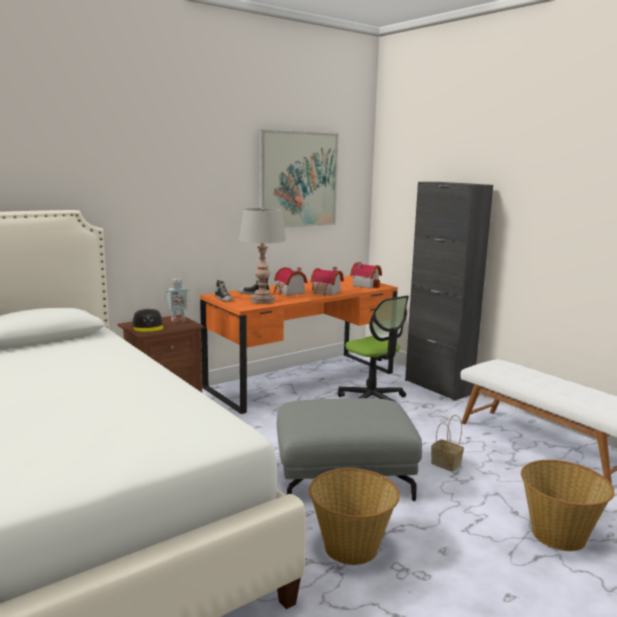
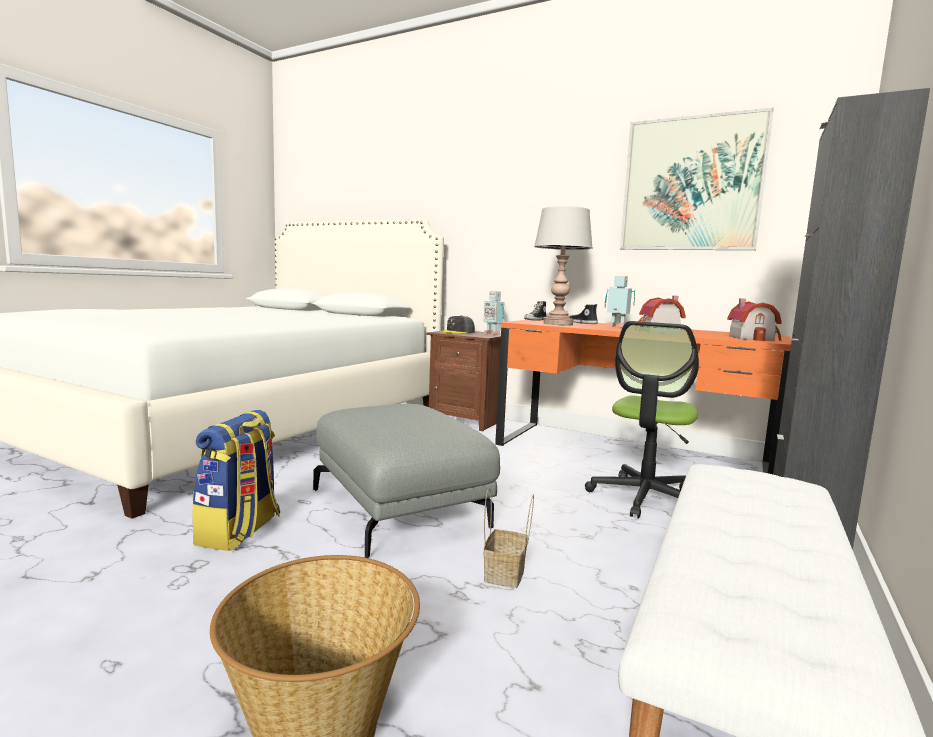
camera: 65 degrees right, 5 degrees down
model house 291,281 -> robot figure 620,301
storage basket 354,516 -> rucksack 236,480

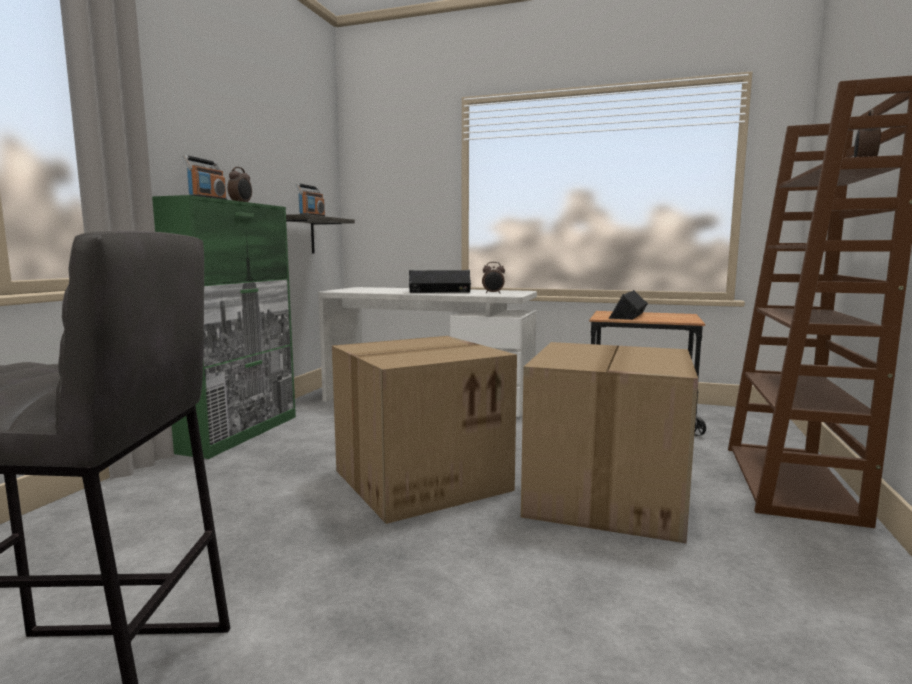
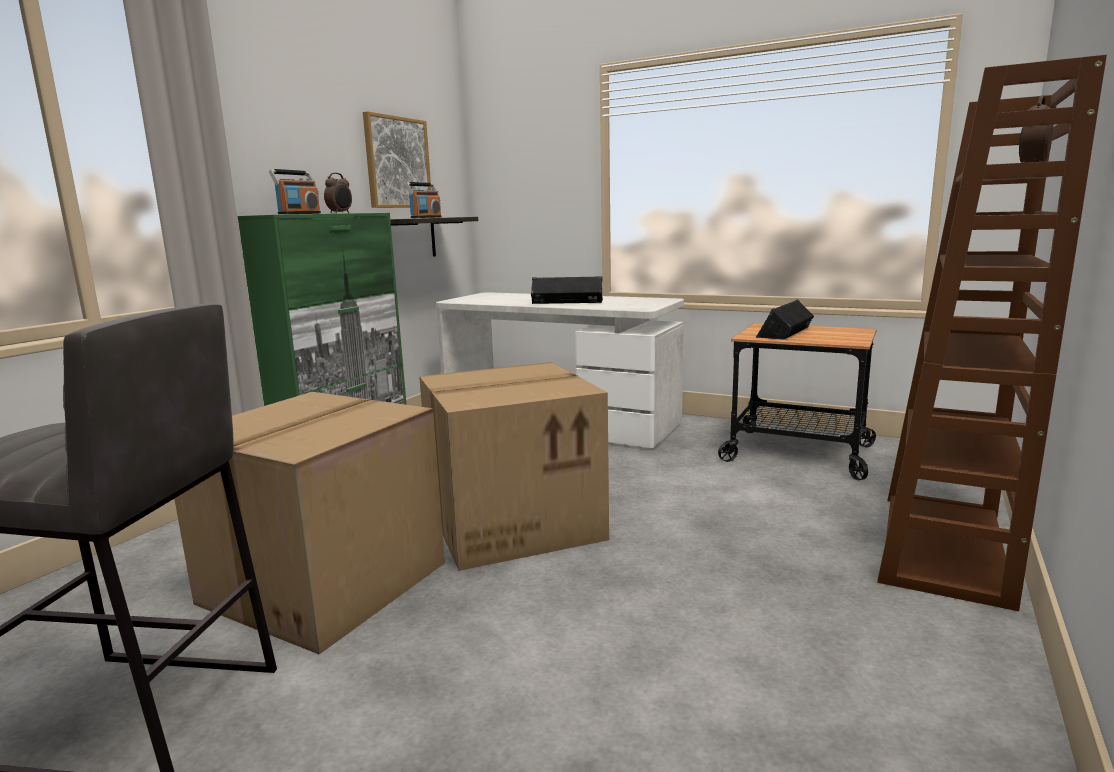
camera: 10 degrees right, 5 degrees up
bedside clock 493,277 -> none
none -> wall picture 397,159
cardboard box 609,443 -> cardboard box 309,523, shifted

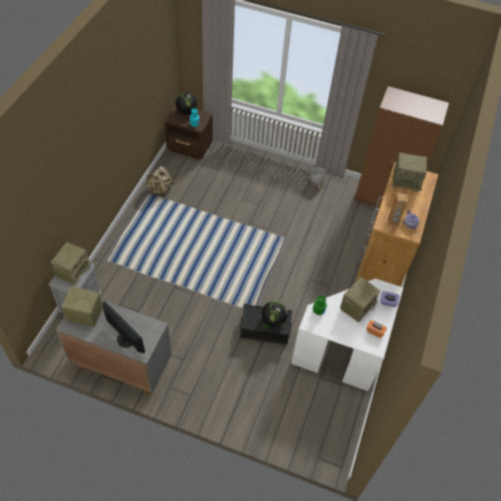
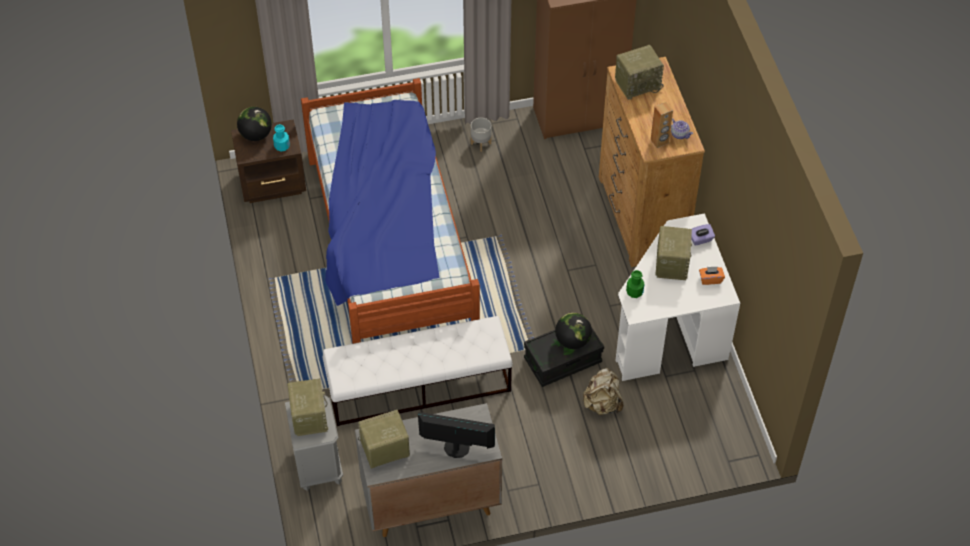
camera: 30 degrees left, 0 degrees up
none -> sleeping bed 390,211
none -> long seat/white 418,371
rucksack/sand-coloured 160,182 -> rucksack/sand-coloured 603,391, shifted

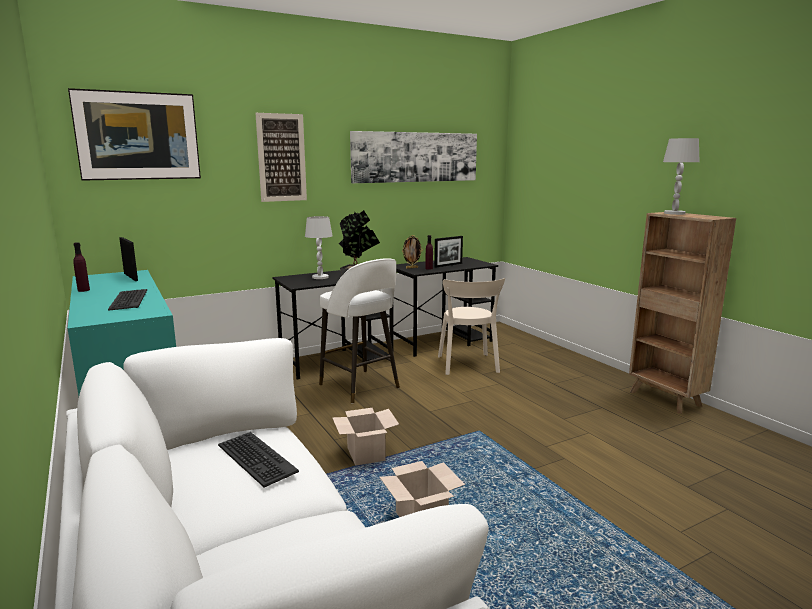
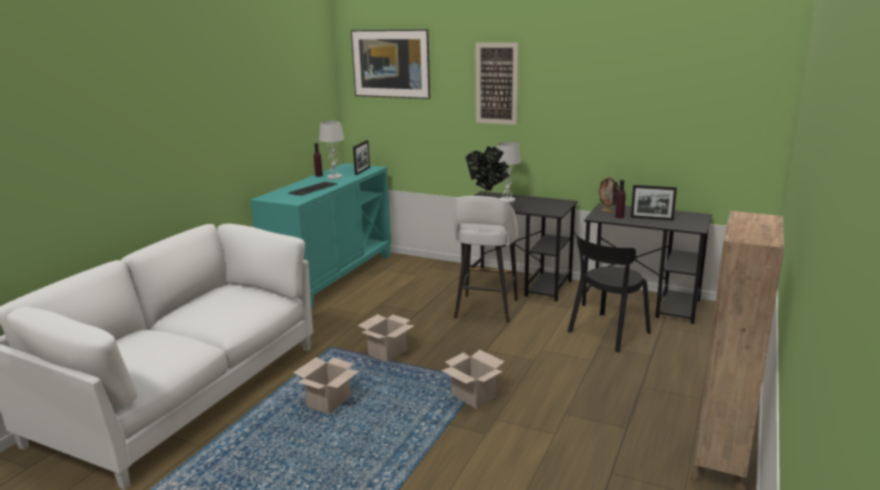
camera: 55 degrees right, 5 degrees up
computer keyboard 258,459 -> none
wall picture 413,157 -> none
none -> cardboard box 473,379
lamp for a table/white 681,176 -> lamp for a table/white 331,150, shifted
chair/sand-coloured 471,326 -> chair/blackish 609,292

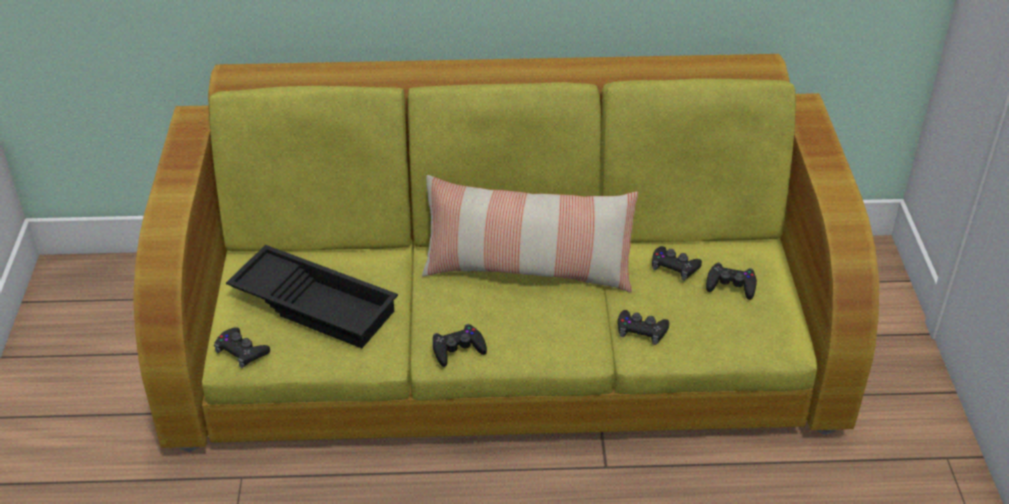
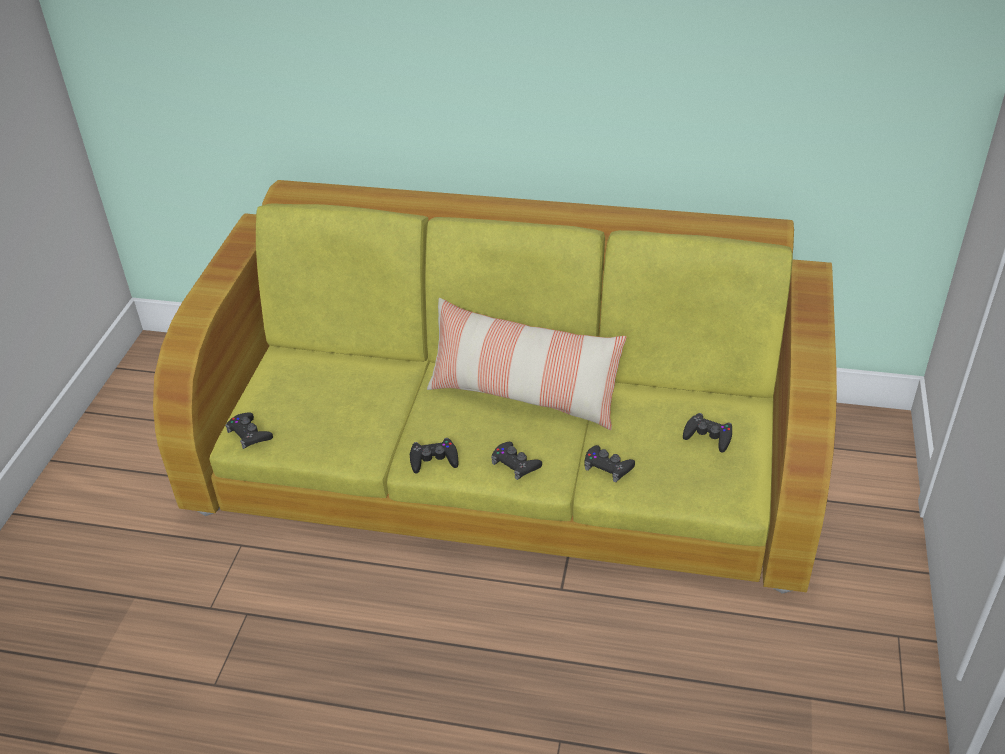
camera: 15 degrees right, 0 degrees up
serving tray/blackish 312,296 -> none
gamepad/blackish 677,263 -> gamepad/blackish 516,461, shifted

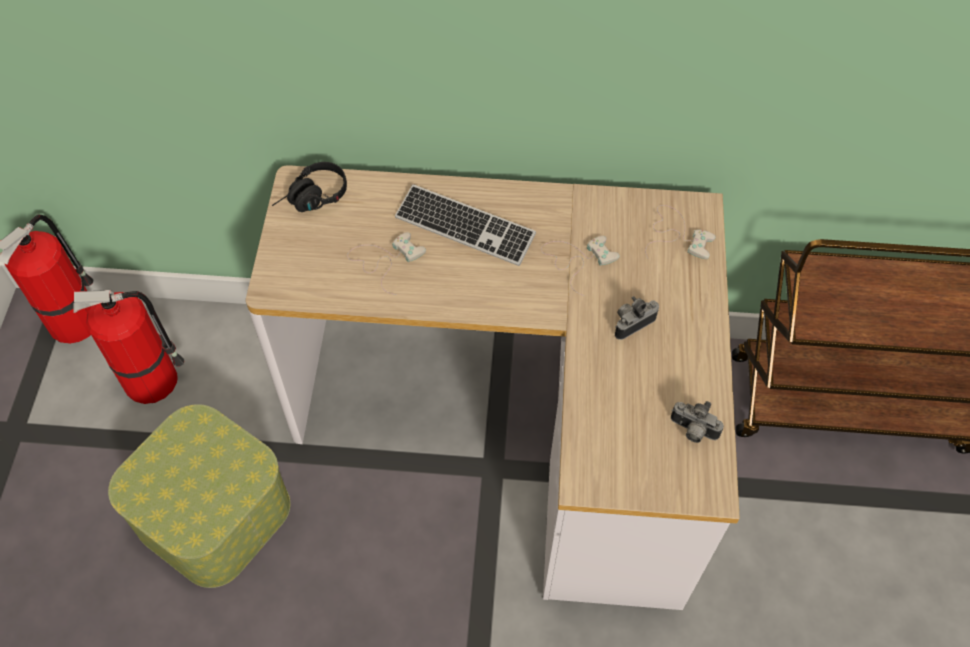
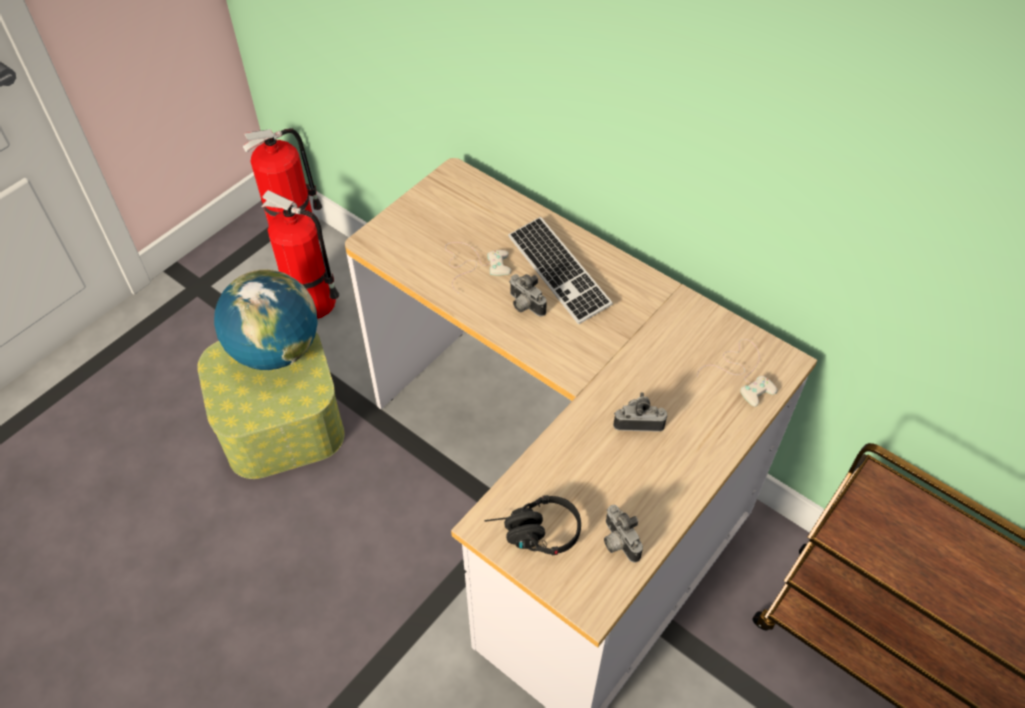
camera: 35 degrees right, 5 degrees down
gamepad/white 580,266 -> none
none -> world globe 266,319
none -> still camera 528,295
headset/blackish 309,187 -> headset/blackish 532,525, shifted

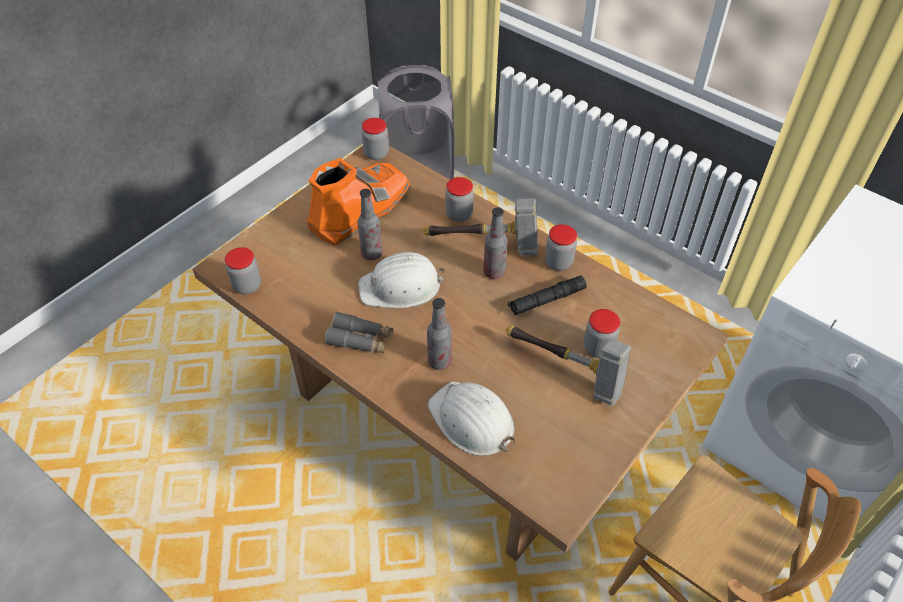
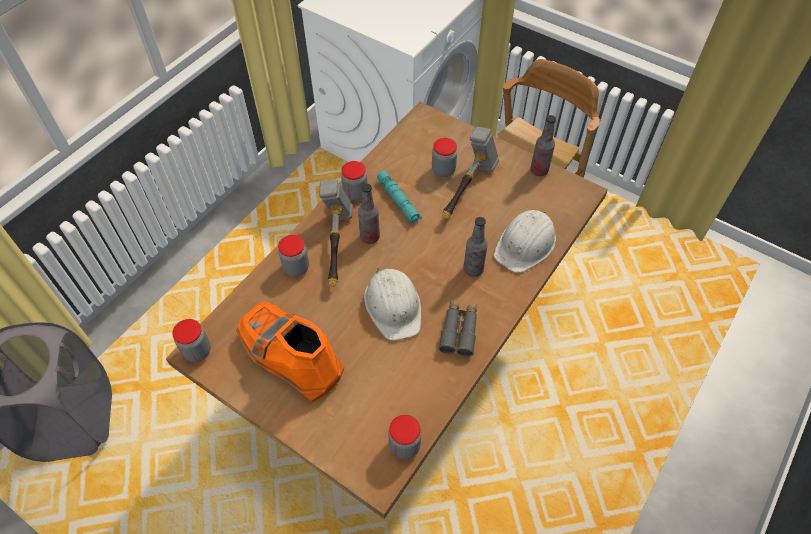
camera: 95 degrees left, 5 degrees up
bottle 370,224 -> bottle 543,145, shifted
hand torch/blackish 547,295 -> hand torch/blue-green 399,197

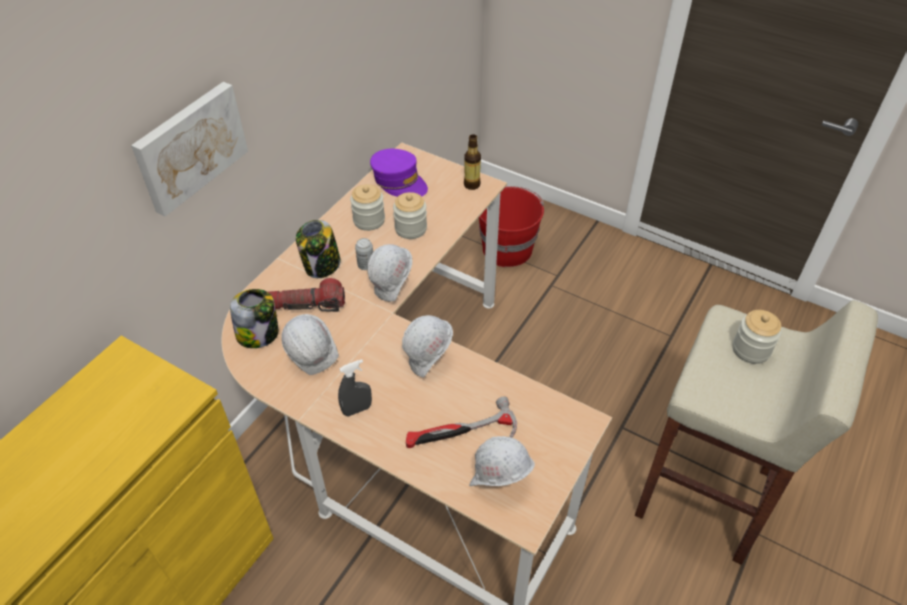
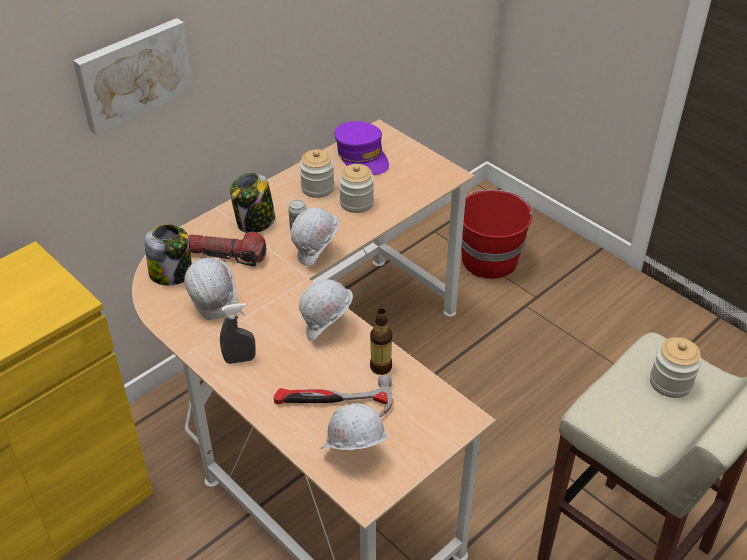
camera: 15 degrees right, 5 degrees down
bottle 472,162 -> bottle 381,341, shifted

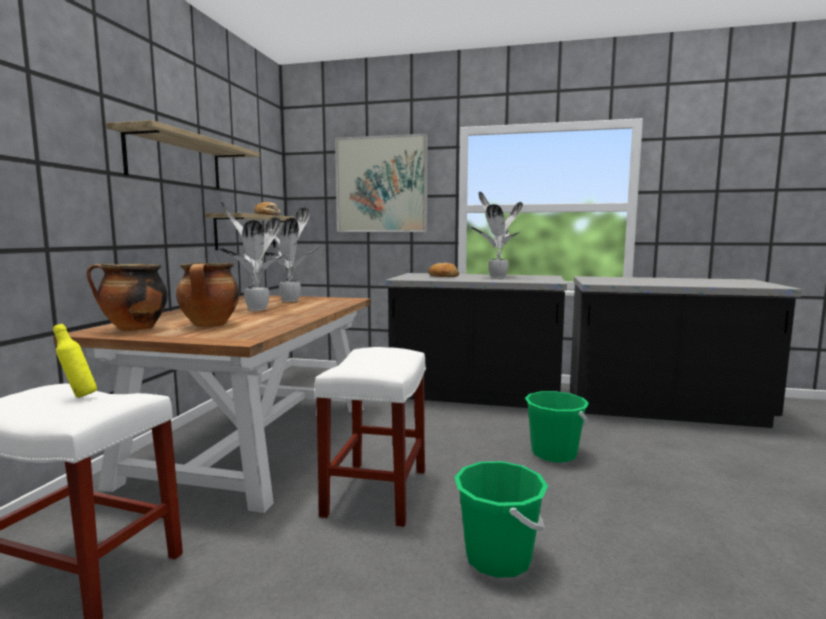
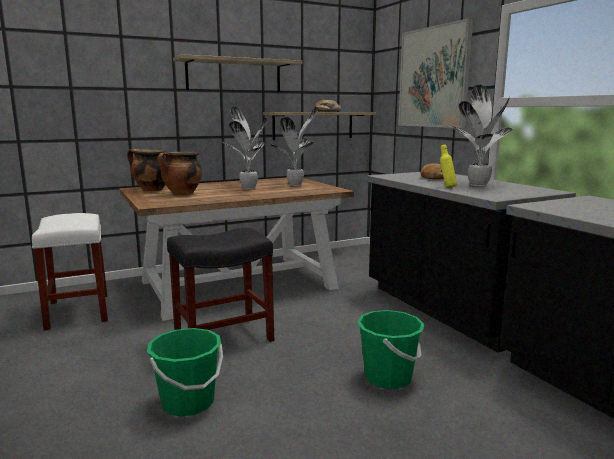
camera: 50 degrees right, 5 degrees up
bottle/yellowish 75,361 -> bottle/yellowish 448,166, shifted
sitting stool/white 370,437 -> sitting stool/blackish 220,285

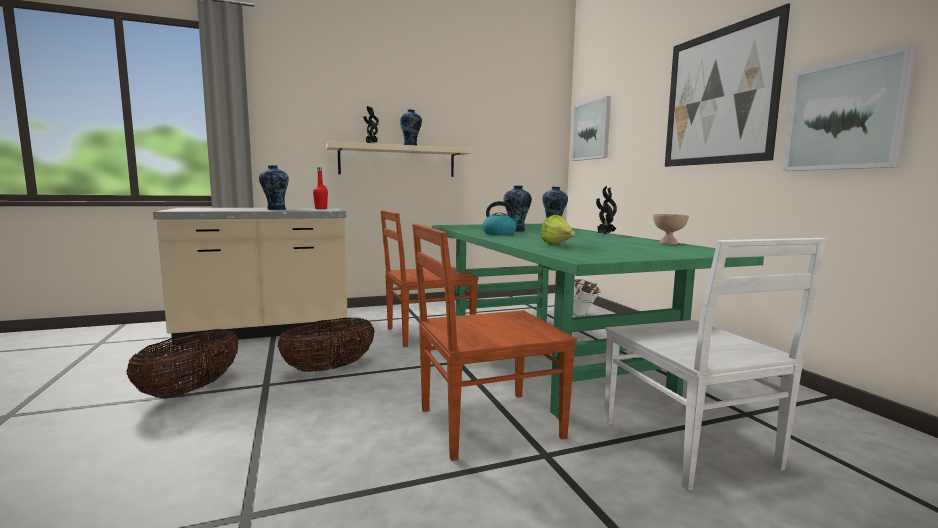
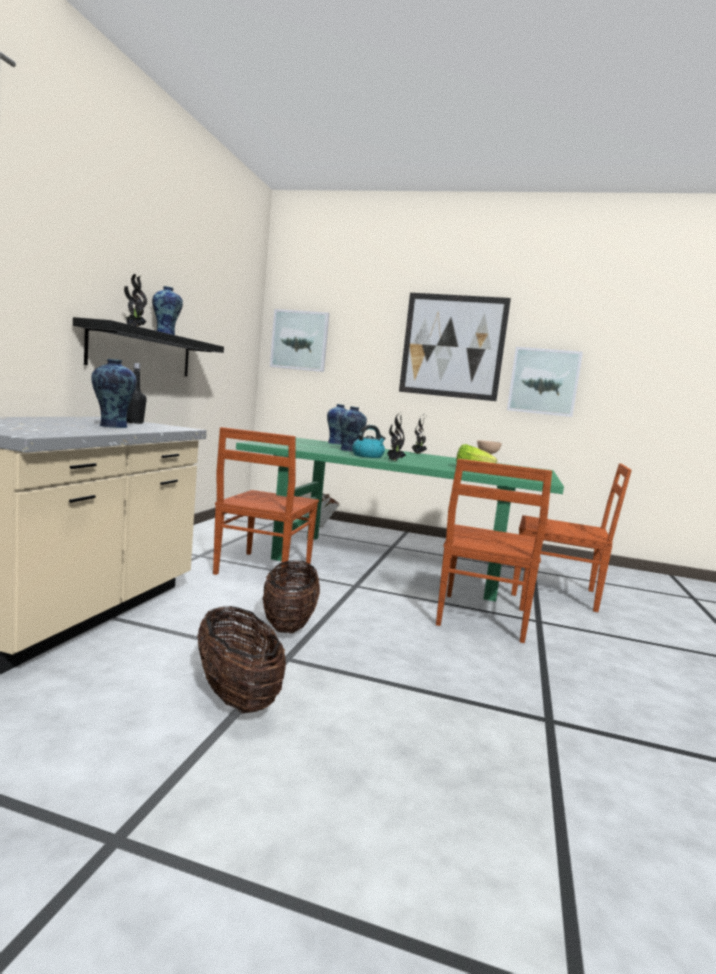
camera: 55 degrees left, 0 degrees up
none -> houseplant 396,437
bottle/red-coloured 320,188 -> bottle/blackish 137,393
bracket shelf/sand-coloured 399,159 -> bracket shelf/blackish 148,347
chair/white 715,364 -> chair/brown-coloured 571,537

